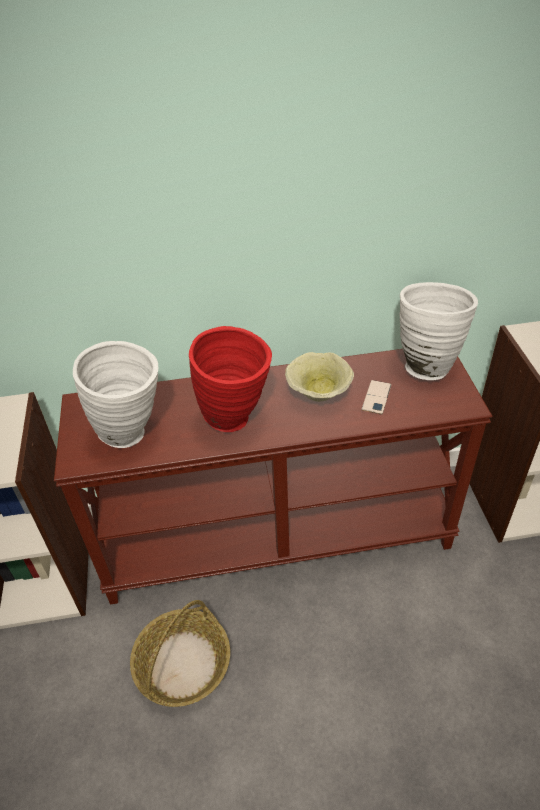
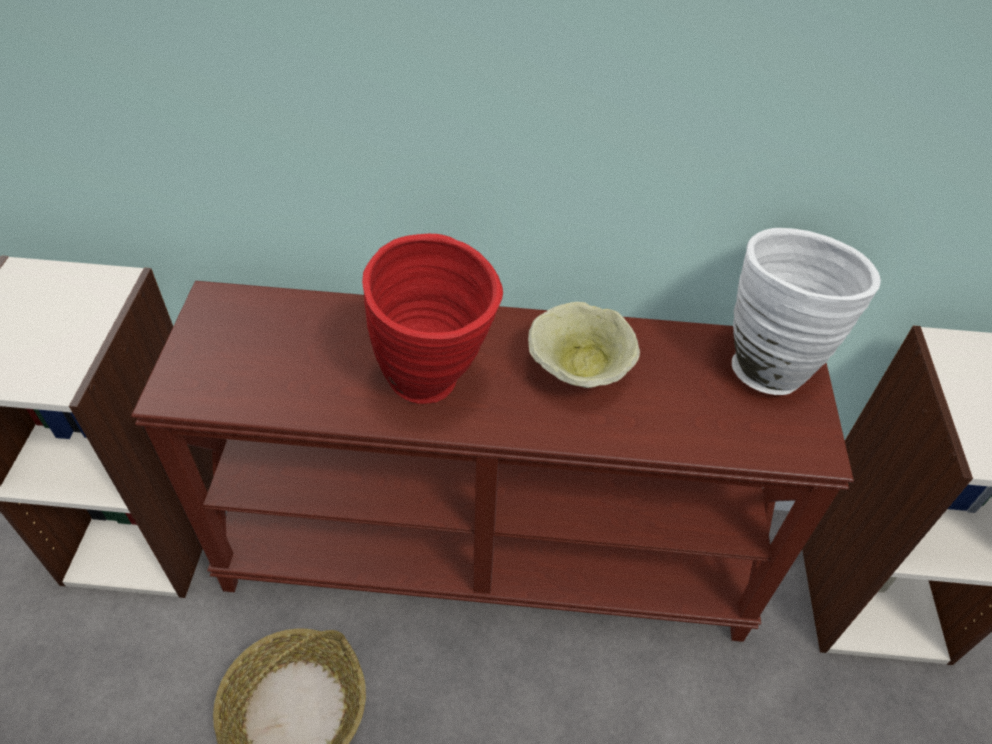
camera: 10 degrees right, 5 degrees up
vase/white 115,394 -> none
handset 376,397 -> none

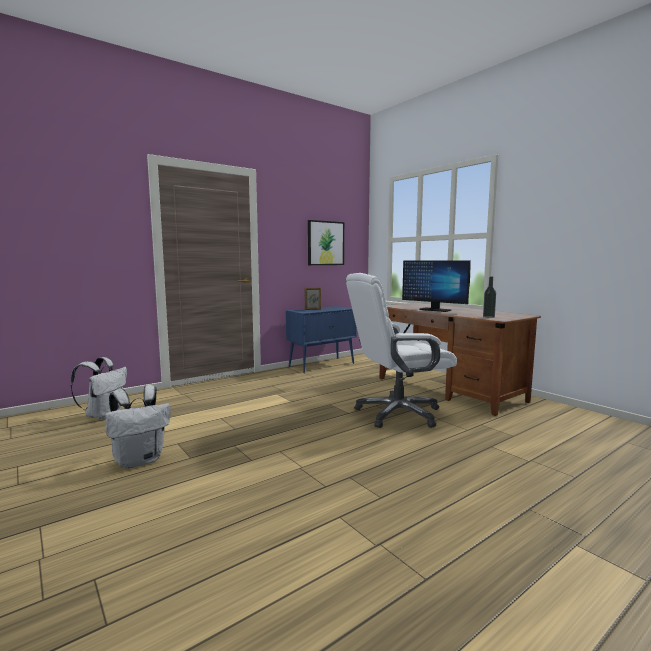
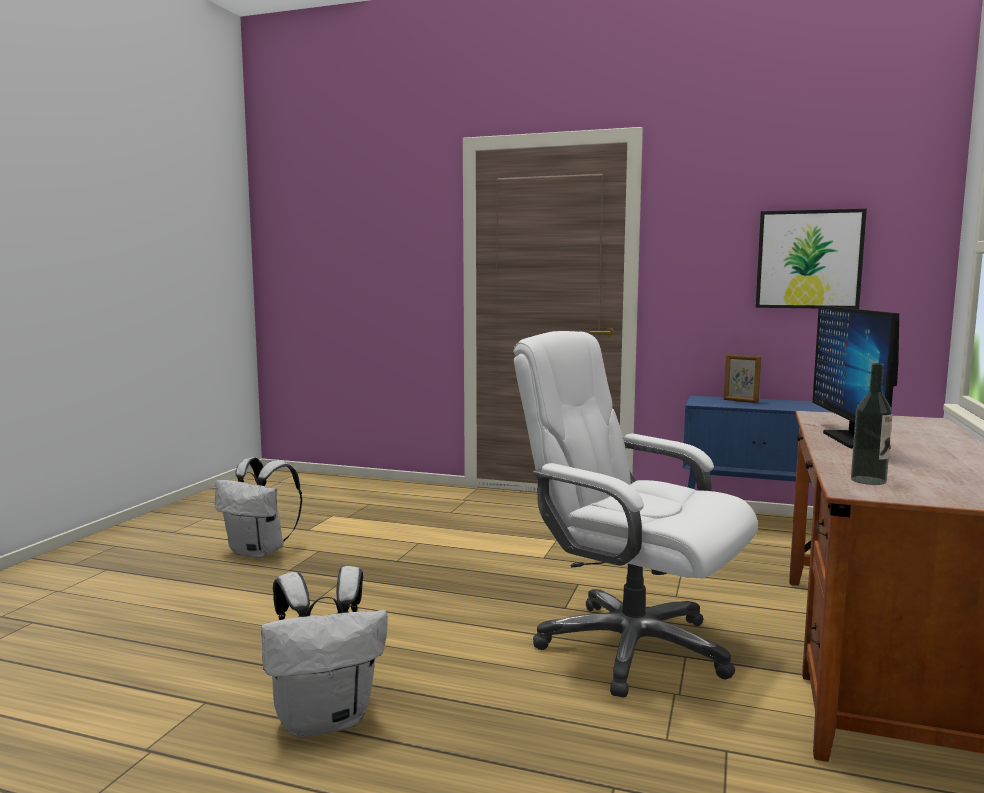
camera: 55 degrees right, 0 degrees up
rucksack/white 98,388 -> rucksack/white 324,651, shifted

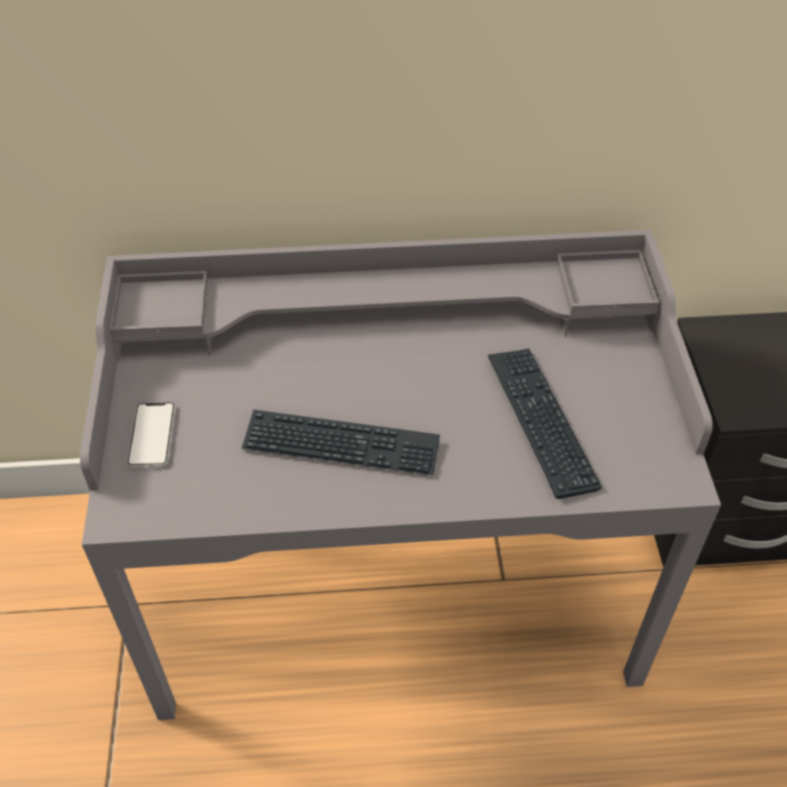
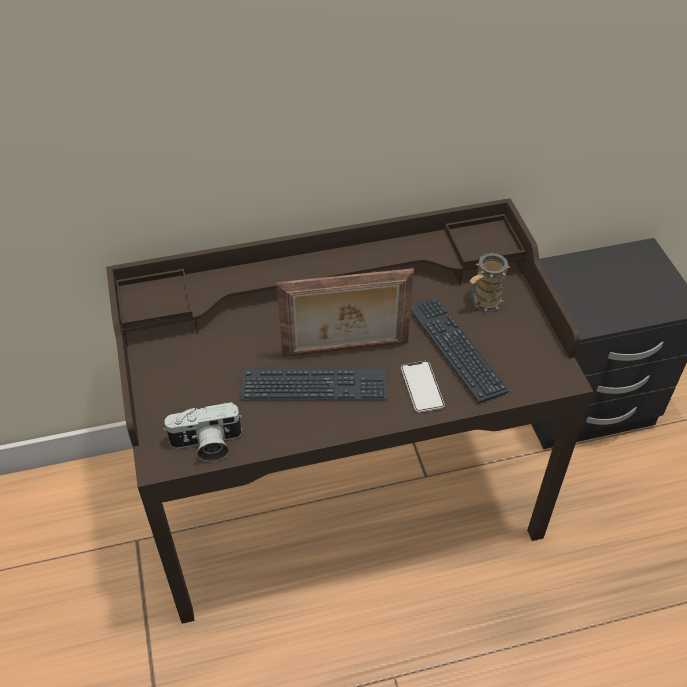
camera: 10 degrees left, 0 degrees up
none -> still camera 202,432
none -> standing frame 345,312
none -> mug 489,282
handset 151,435 -> handset 423,387, shifted
desk table/gray 400,475 -> desk table/brown-coloured 350,411

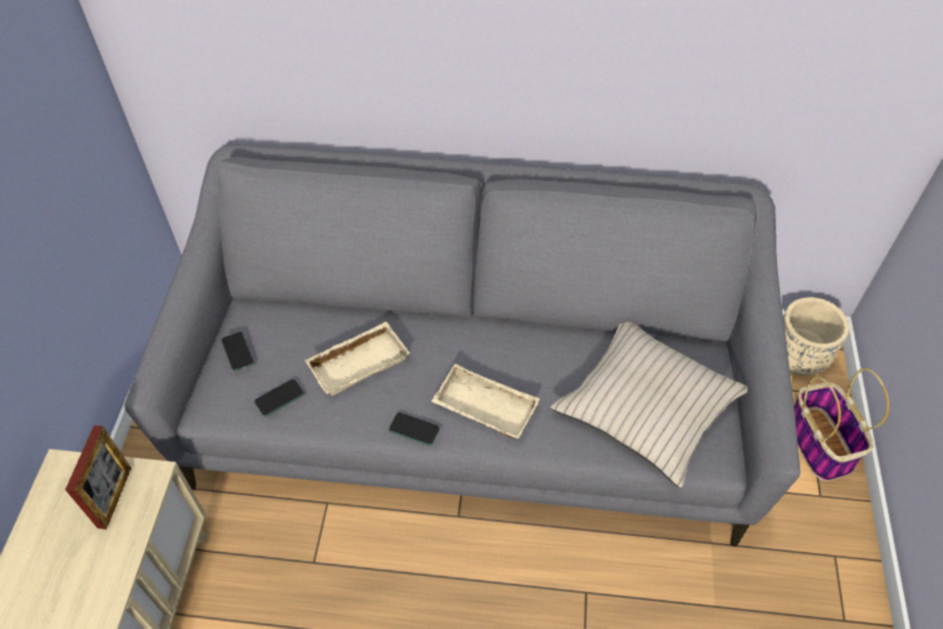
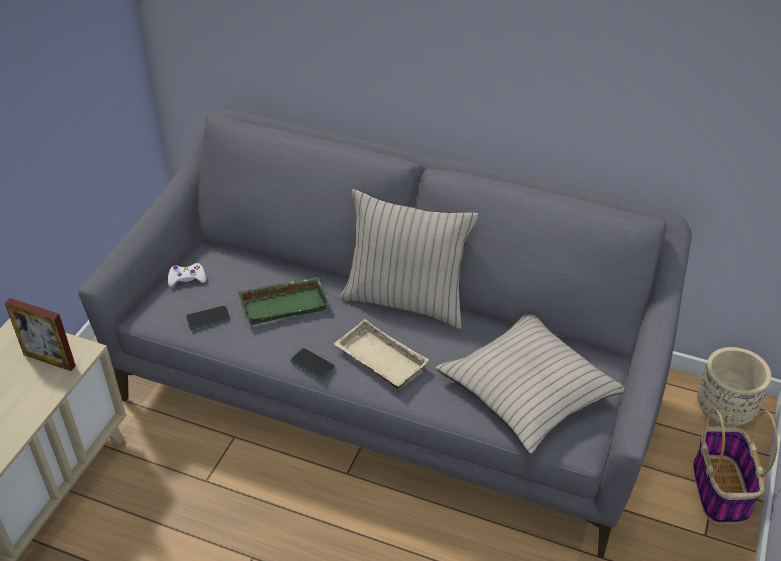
camera: 15 degrees right, 10 degrees down
none -> pillow/sand-coloured 409,259
handset 237,352 -> gamepad/white 187,274
serving tray/sand-coloured 357,359 -> serving tray/greenish 283,301
standing frame 98,477 -> standing frame 40,334, 90 degrees clockwise

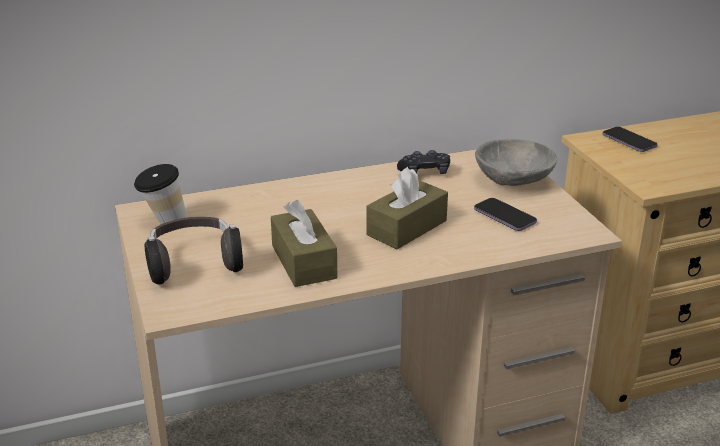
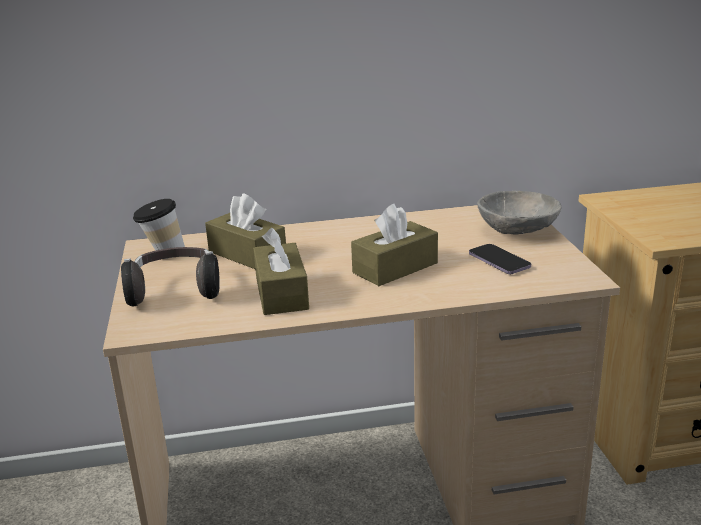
camera: 10 degrees right, 5 degrees down
gamepad/blackish 423,162 -> none
handset 630,139 -> none
none -> tissue box/brown-coloured 245,231

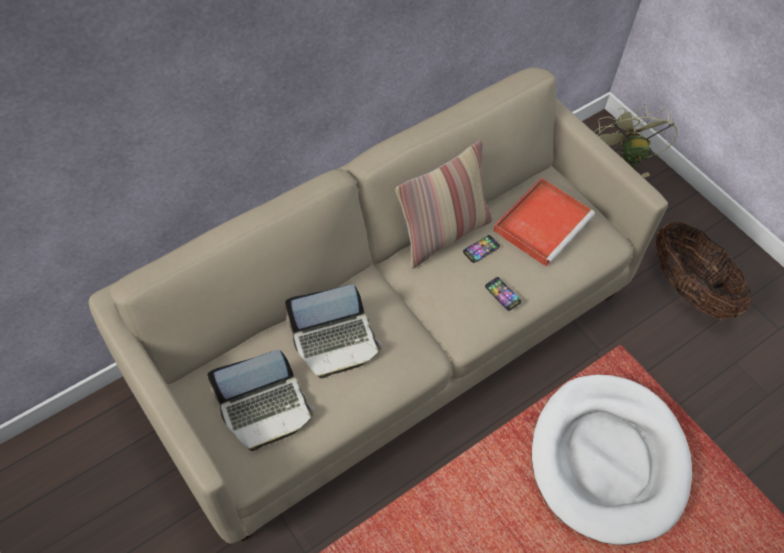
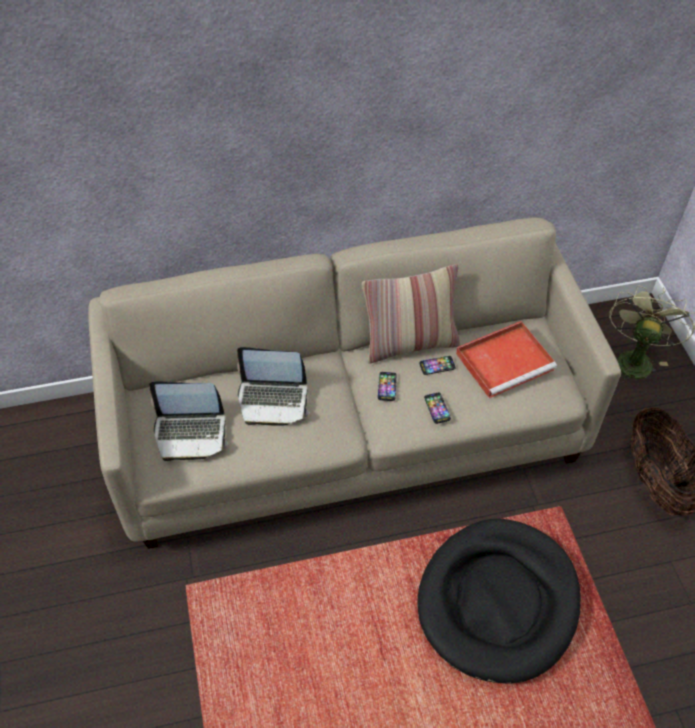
camera: 25 degrees right, 5 degrees down
none -> handset 387,386
dog bed/white 612,459 -> dog bed/blackish 499,601

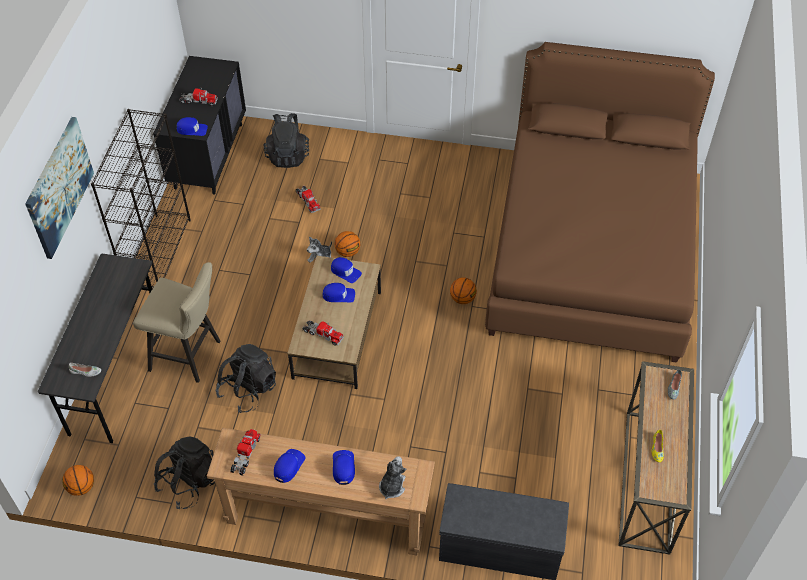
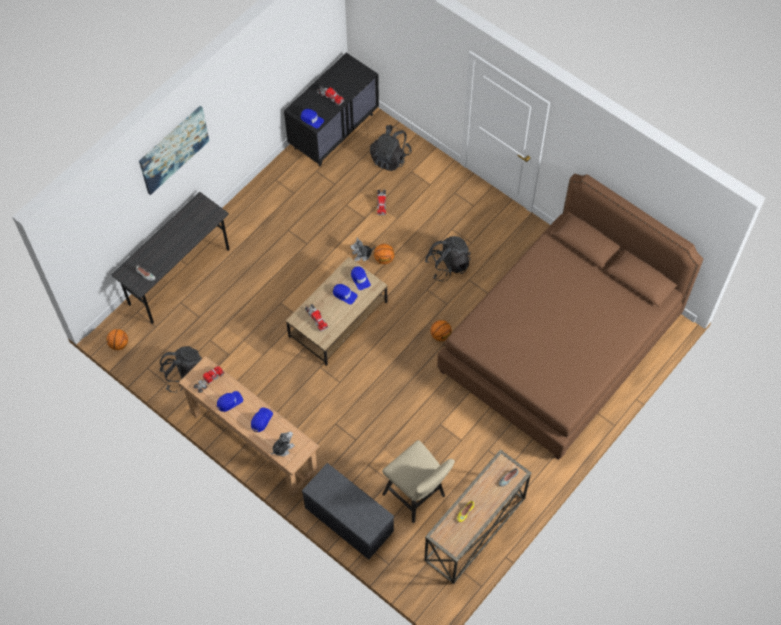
camera: 30 degrees right, 10 degrees up
bookcase/blackish 141,199 -> none
sitting stool/sand-coloured 177,322 -> sitting stool/sand-coloured 418,481, shifted
rucksack/blackish 246,378 -> rucksack/blackish 448,259, shifted

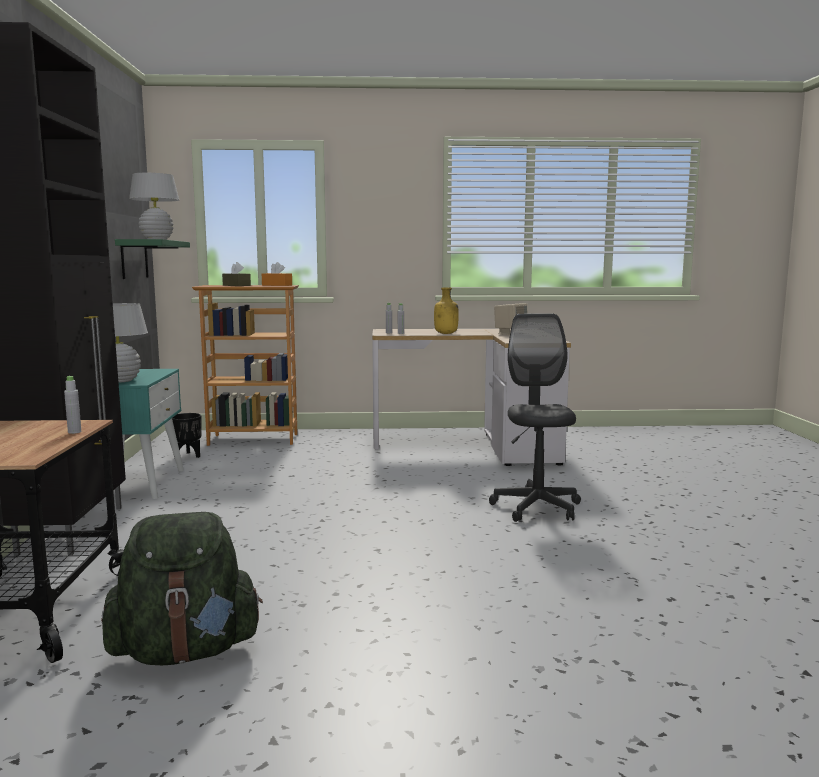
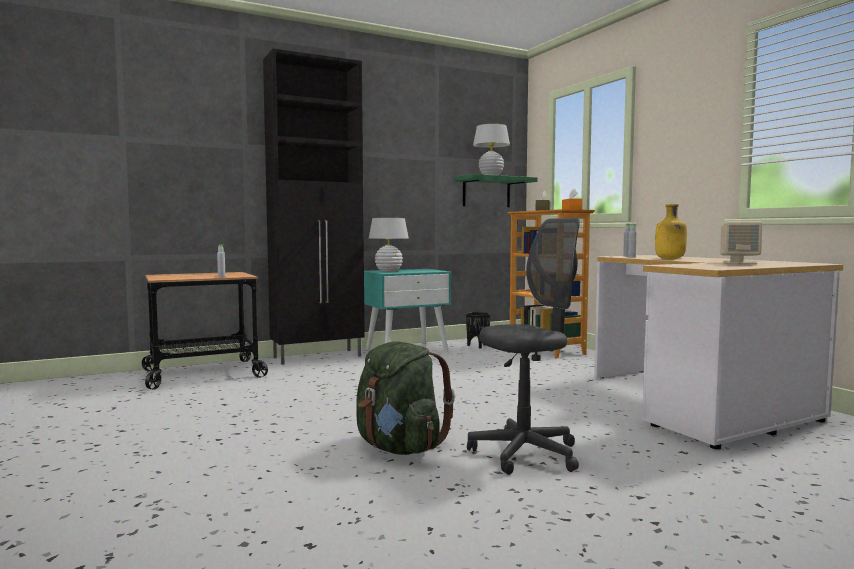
camera: 65 degrees right, 5 degrees down
rucksack/greenish 182,588 -> rucksack/greenish 405,398, shifted

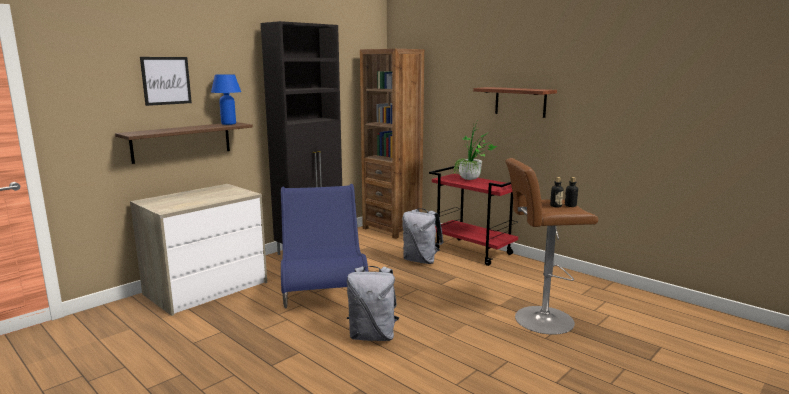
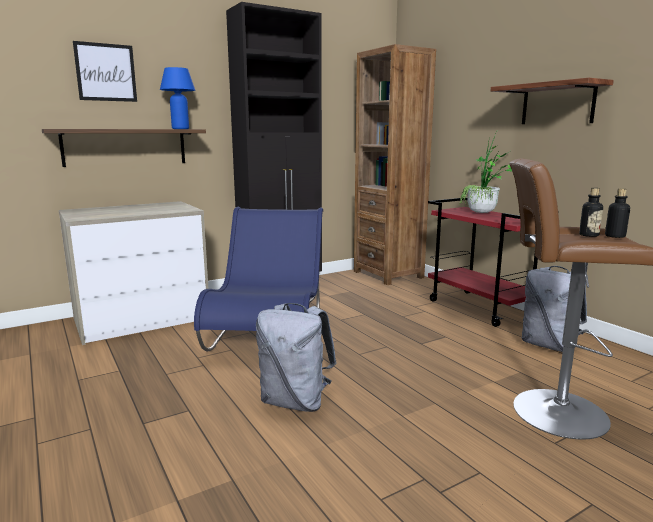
camera: 15 degrees right, 0 degrees up
rucksack/gray 423,236 -> rucksack/gray 554,309, shifted

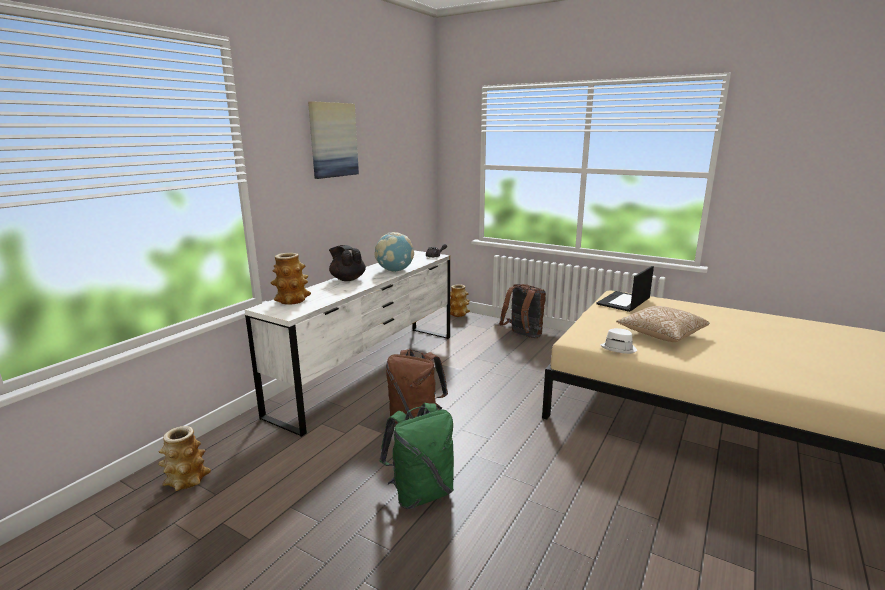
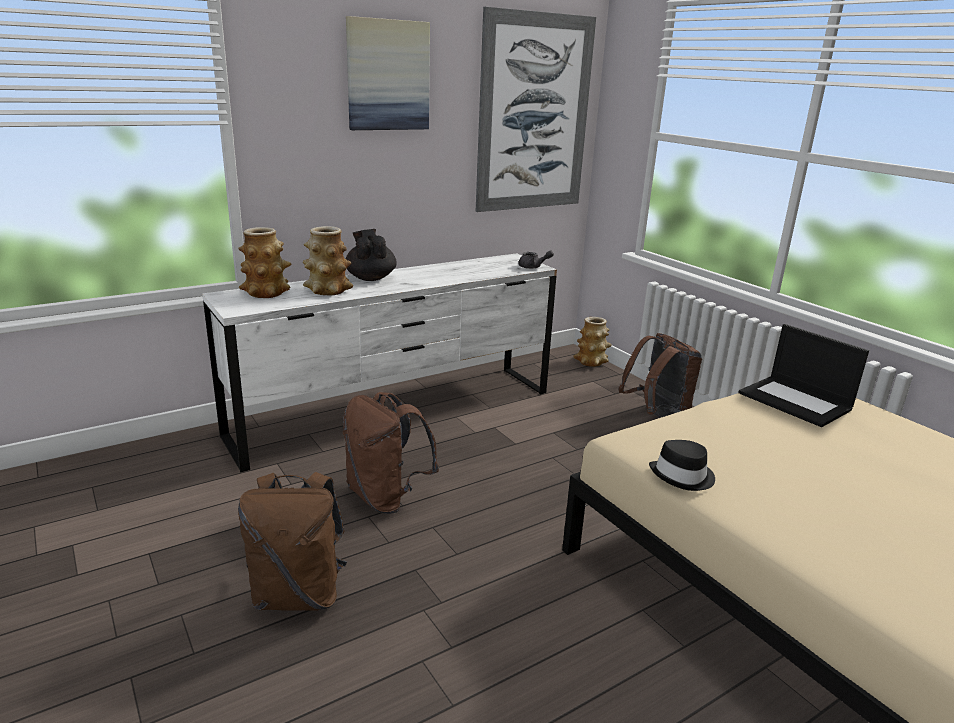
camera: 25 degrees right, 5 degrees up
world globe 394,252 -> none
pillow 662,324 -> none
none -> wall picture 535,109
vase 184,458 -> vase 328,260, shifted
rucksack/greenish 417,456 -> rucksack/brown-coloured 292,541
clothing hat/white 618,341 -> clothing hat/blackish 682,465
notebook computer 625,289 -> notebook computer 803,375, 105 degrees counterclockwise

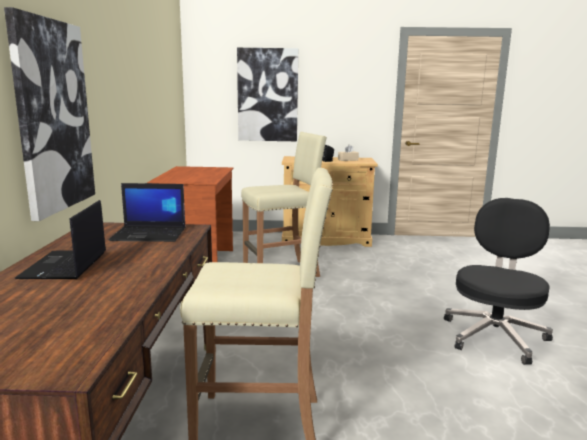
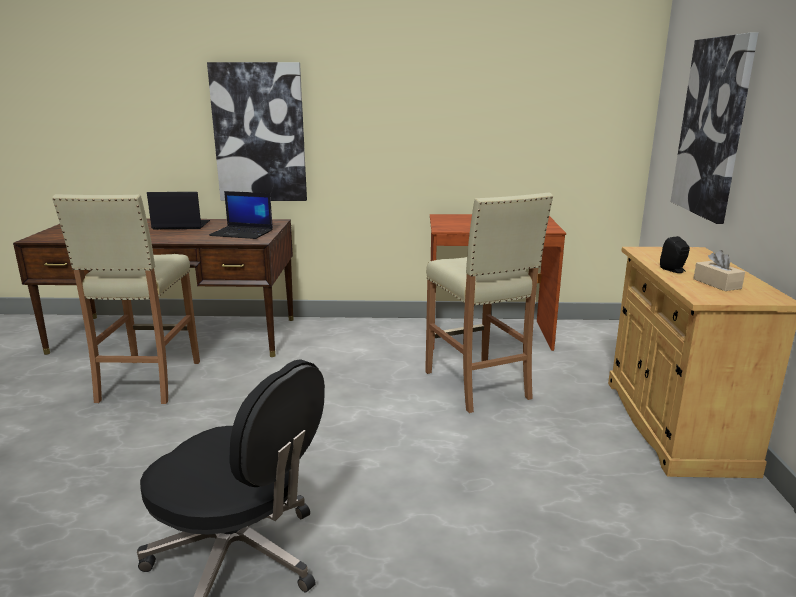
camera: 90 degrees right, 5 degrees up
notebook computer 146,212 -> notebook computer 241,215, 75 degrees counterclockwise

